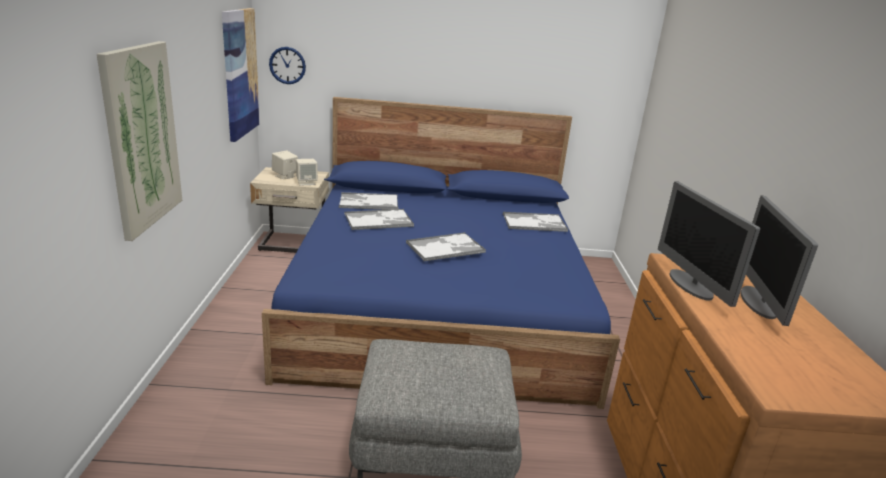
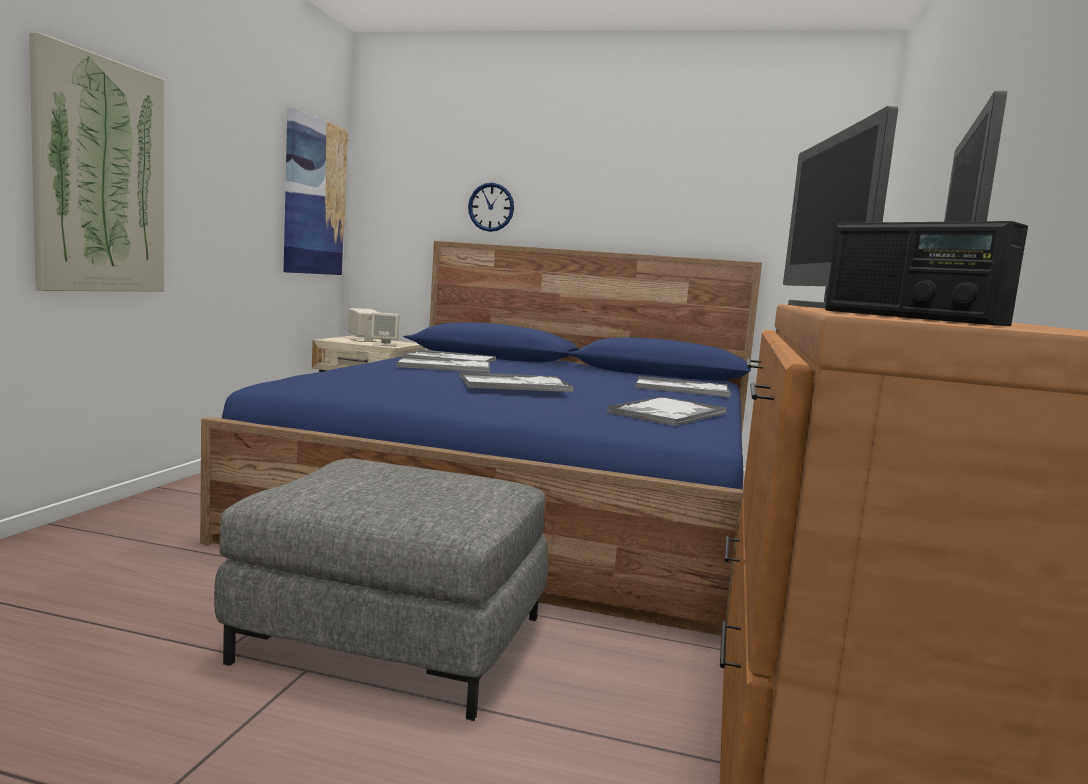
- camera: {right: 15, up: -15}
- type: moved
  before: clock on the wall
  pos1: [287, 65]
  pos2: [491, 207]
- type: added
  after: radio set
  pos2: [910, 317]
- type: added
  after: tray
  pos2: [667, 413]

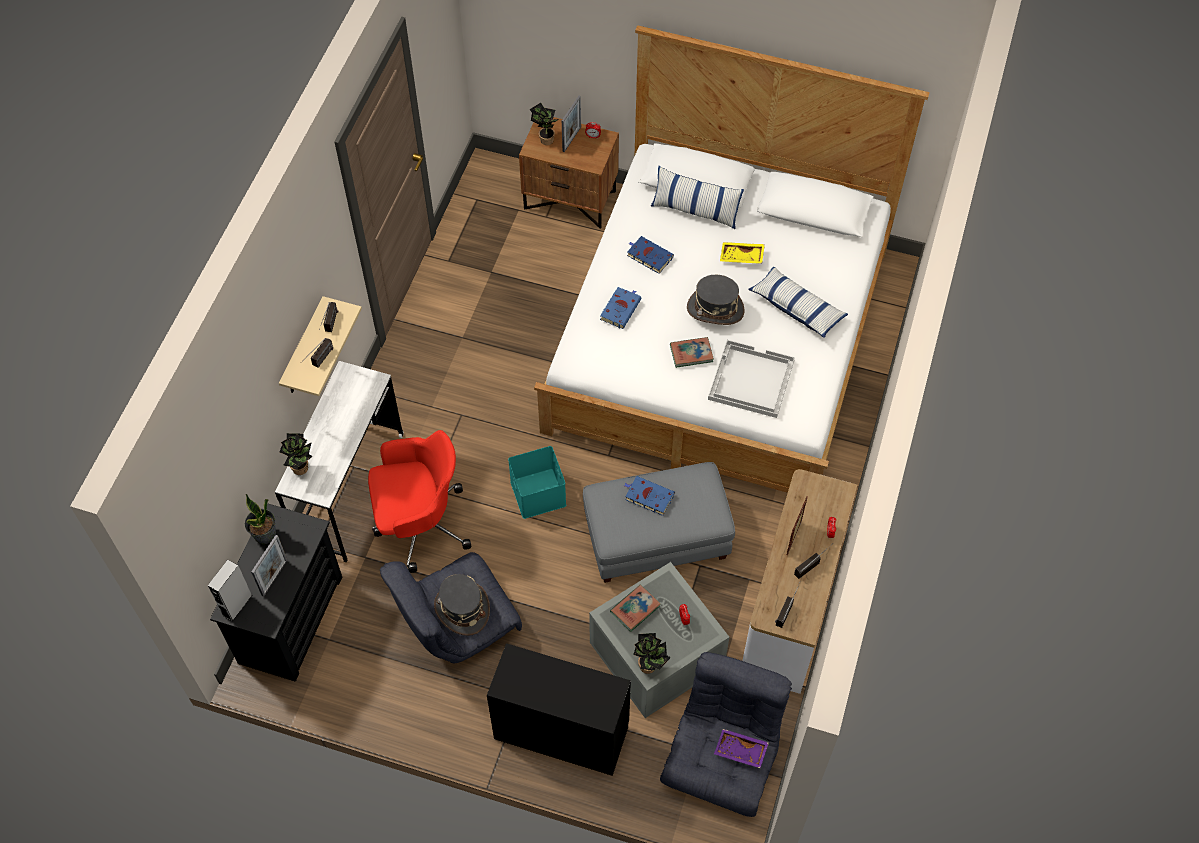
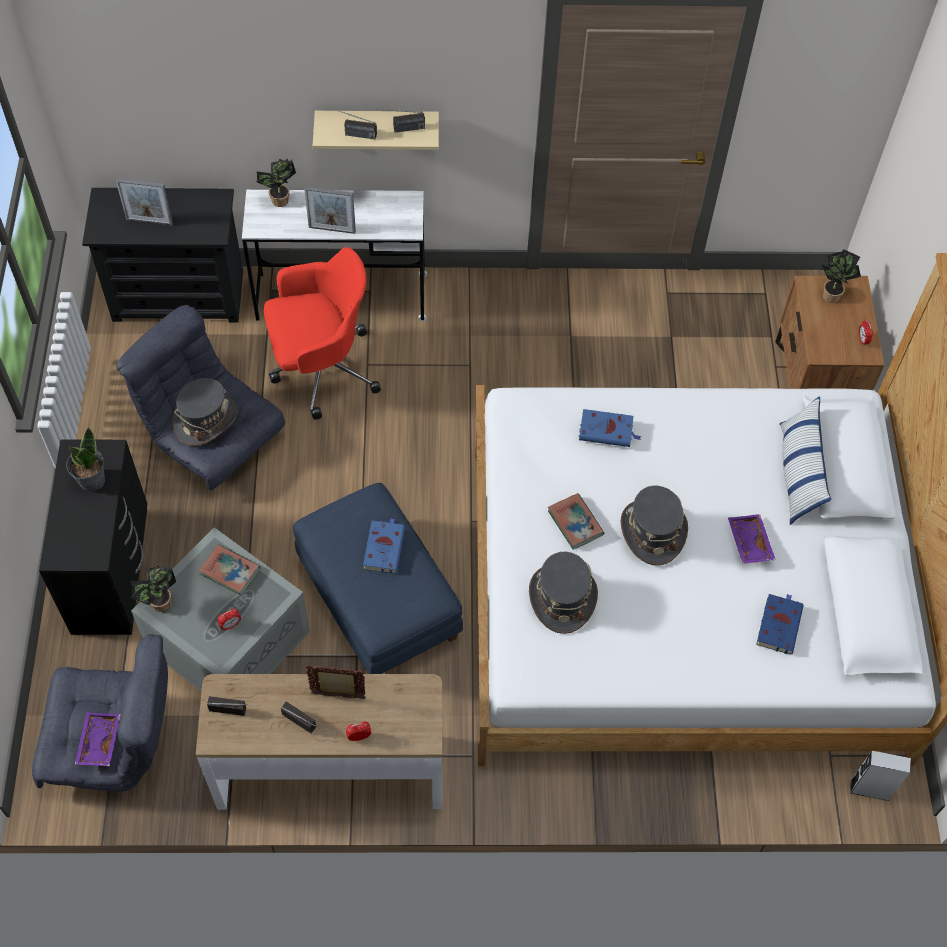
- camera: {right: 70, up: 0}
- type: moved
  before: photo frame
  pos1: [571, 139]
  pos2: [332, 229]
- type: moved
  before: bluish book
  pos1: [648, 256]
  pos2: [779, 624]
- type: recoloured
  before: yellow-coloured tray
  after: purple tray
  pos1: [741, 257]
  pos2: [748, 543]
- type: removed
  before: cushion
  pos1: [797, 308]
- type: replaced
  before: white-coloured tray
  after: grey clothing hat
  pos1: [750, 380]
  pos2: [561, 598]
- type: turned
  before: red-coloured desk chair
  pos1: [420, 524]
  pos2: [321, 369]
  turn: -75
- type: removed
  before: blue-green storage bin
  pos1: [536, 492]
- type: recoloured
  before: grey footrest
  after: bluish footrest
  pos1: [655, 537]
  pos2: [378, 599]
- type: moved
  before: potted plant
  pos1: [265, 535]
  pos2: [91, 480]
- type: moved
  before: grey loudspeaker
  pos1: [237, 605]
  pos2: [869, 789]

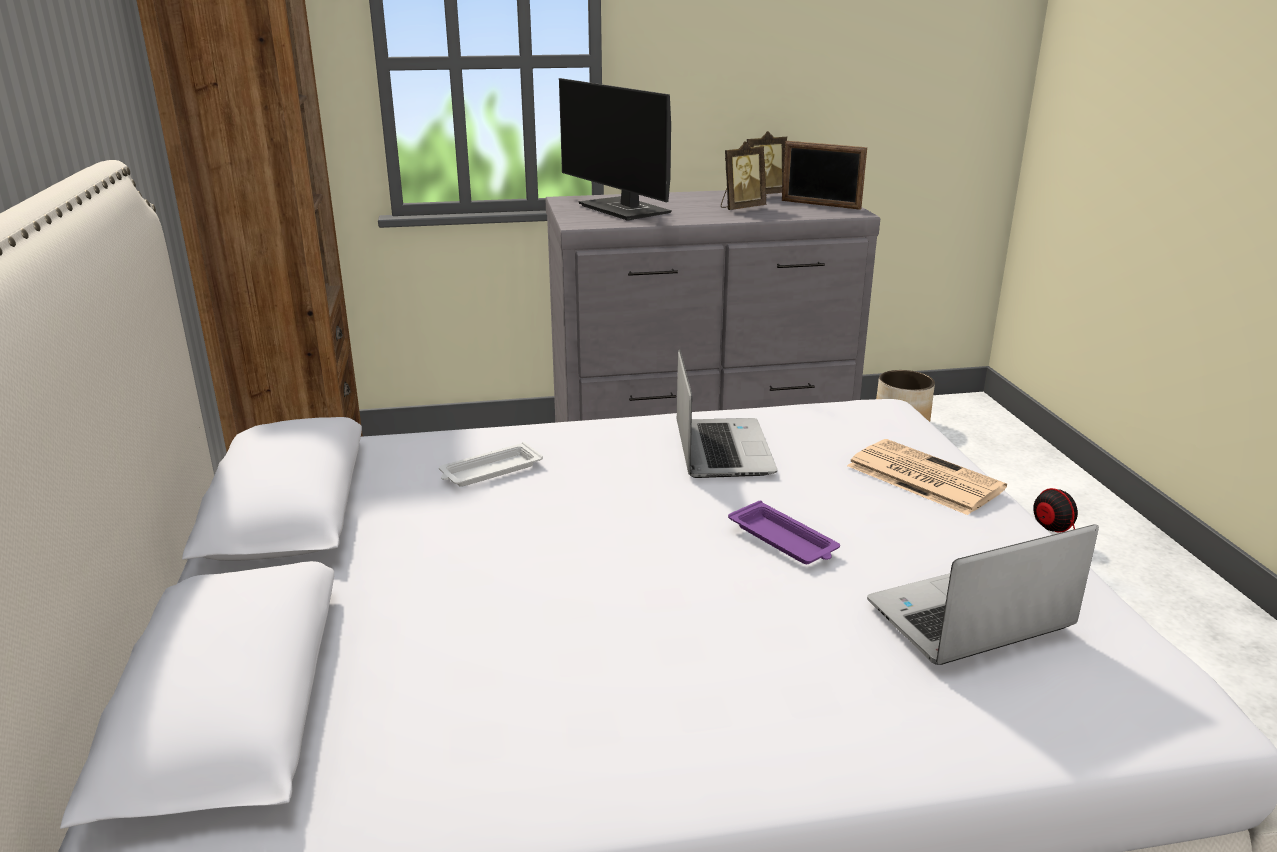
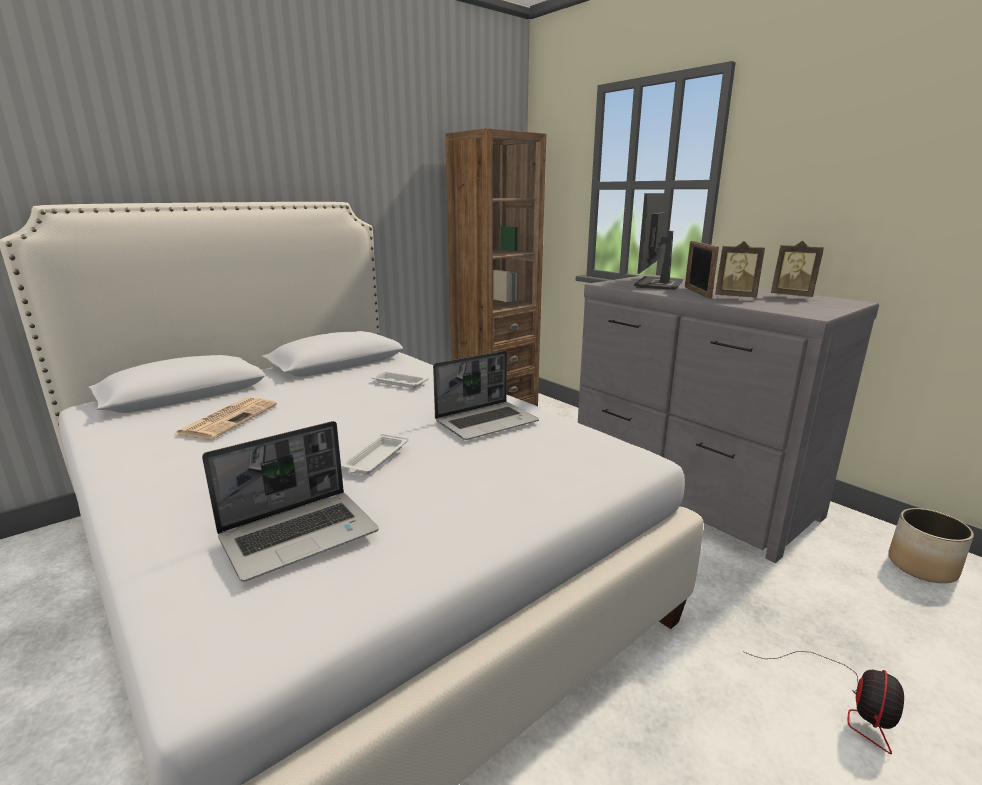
- camera: {right: 60, up: -5}
- type: moved
  before: photo frame
  pos1: [820, 204]
  pos2: [697, 292]
- type: moved
  before: daily paper
  pos1: [921, 477]
  pos2: [229, 418]
- type: recoloured
  before: purple tray
  after: white-coloured tray
  pos1: [784, 540]
  pos2: [375, 459]
- type: turned
  before: portable computer
  pos1: [968, 619]
  pos2: [300, 534]
  turn: 105

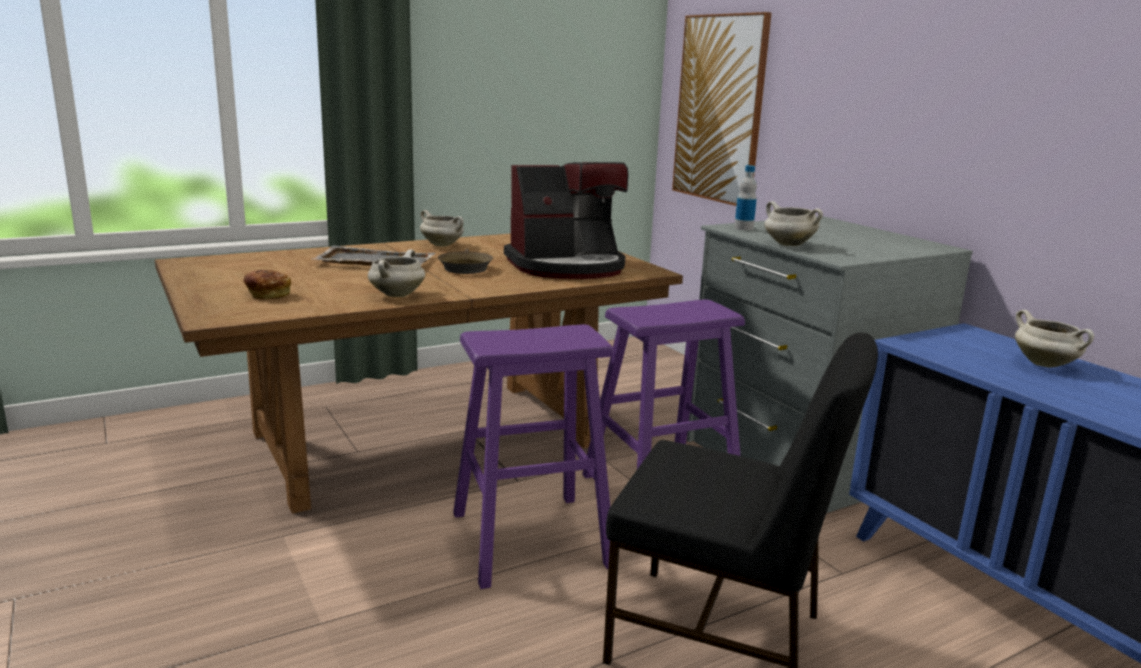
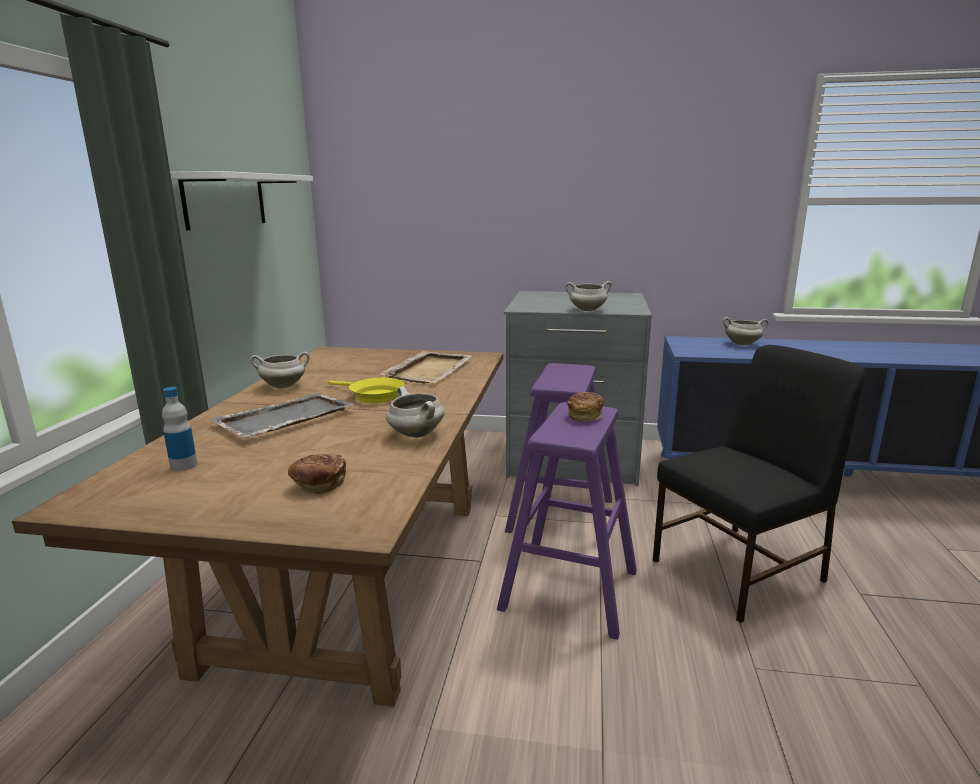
- camera: {right: -50, up: 0}
- type: removed
  before: wall art
  pos1: [720, 109]
- type: replaced
  before: coffee machine
  after: beige-coloured tray
  pos1: [567, 266]
  pos2: [429, 370]
- type: moved
  before: bottle
  pos1: [743, 228]
  pos2: [183, 465]
- type: recoloured
  before: brown-coloured pan
  after: yellow-coloured pan
  pos1: [465, 267]
  pos2: [373, 395]
- type: added
  after: white-coloured wall shelf
  pos2: [225, 200]
- type: added
  after: bakery bread
  pos2: [585, 415]

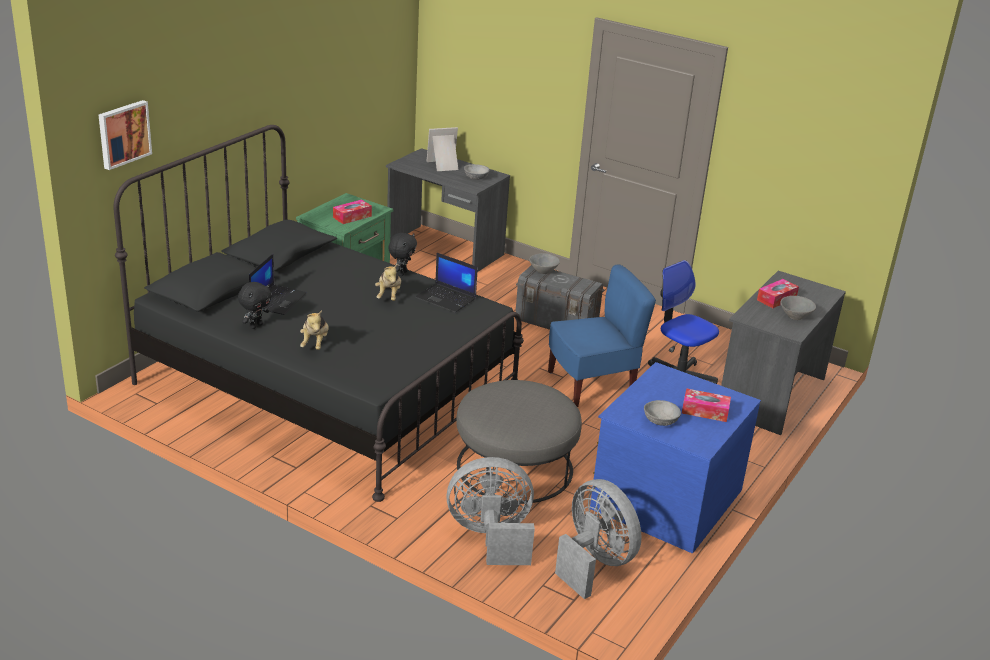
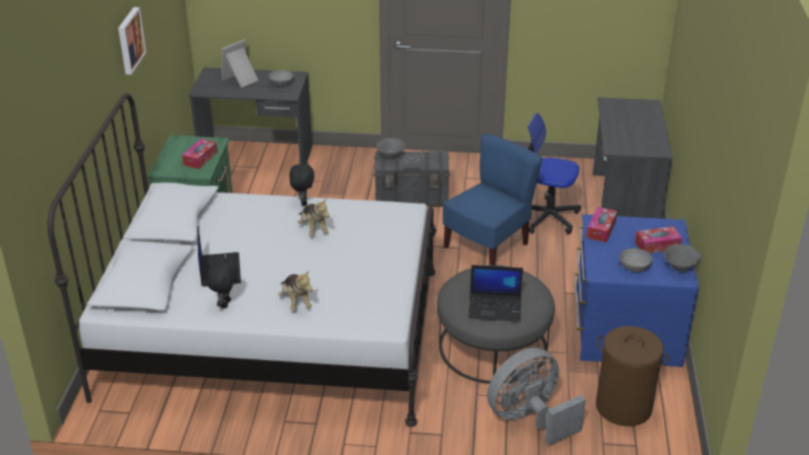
- camera: {right: -25, up: 5}
- type: moved
  before: wall art
  pos1: [123, 134]
  pos2: [129, 40]
- type: recoloured
  before: black-coloured bedroom bed
  after: white-coloured bedroom bed
  pos1: [327, 386]
  pos2: [271, 332]
- type: moved
  before: portable computer
  pos1: [446, 298]
  pos2: [495, 307]
- type: moved
  before: tissue box
  pos1: [776, 299]
  pos2: [601, 229]
- type: moved
  before: grey deep dish
  pos1: [795, 316]
  pos2: [679, 267]
- type: replaced
  before: grey fan
  after: brown-coloured washing basket
  pos1: [594, 563]
  pos2: [623, 407]

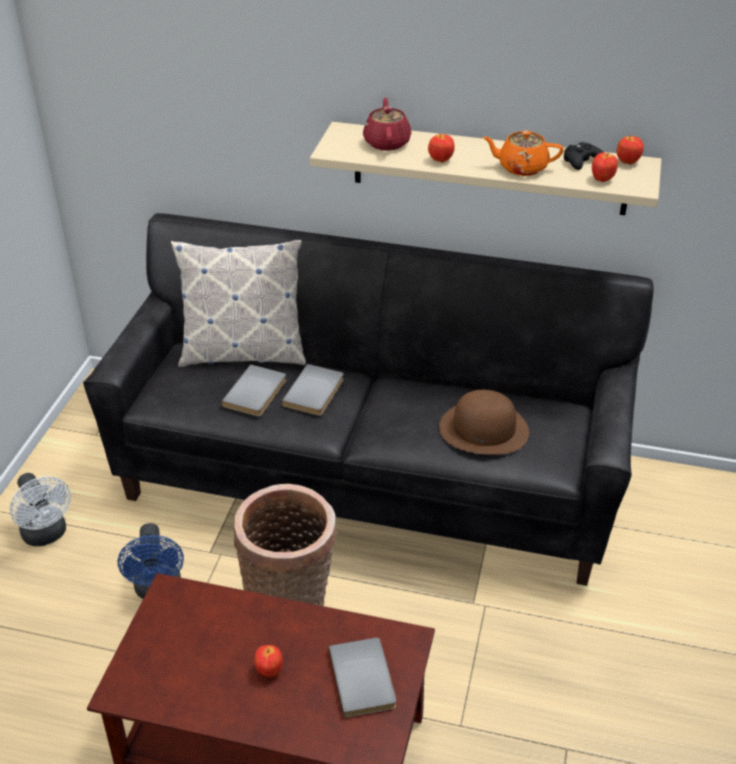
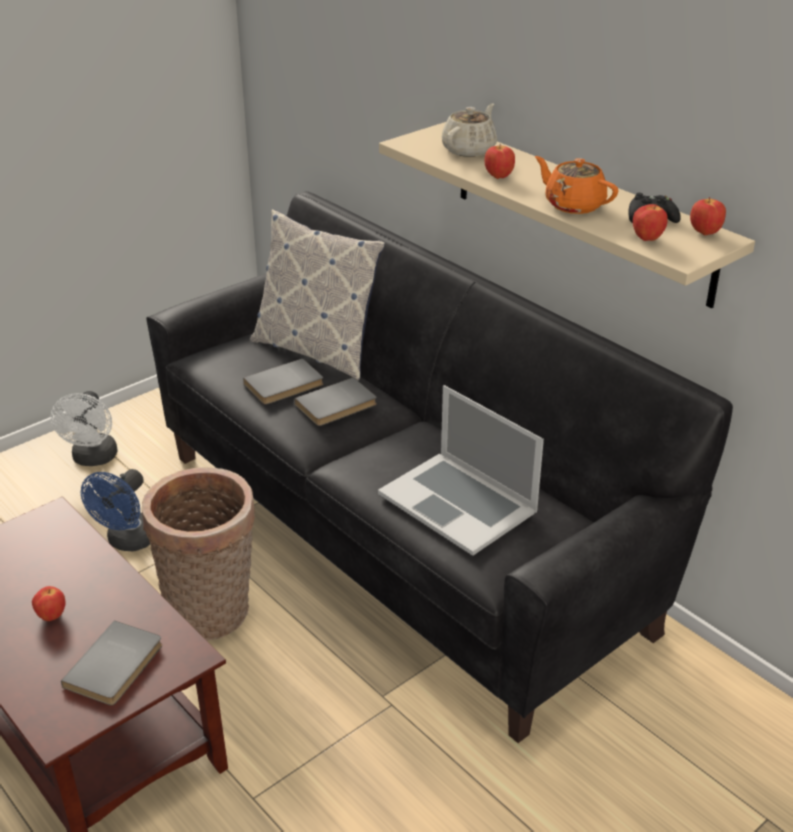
- camera: {right: 35, up: -5}
- type: recoloured
  before: red-coloured tea pot
  after: beige-coloured tea pot
  pos1: [387, 142]
  pos2: [469, 149]
- type: replaced
  before: brown-coloured clothing hat
  after: portable computer
  pos1: [484, 429]
  pos2: [458, 502]

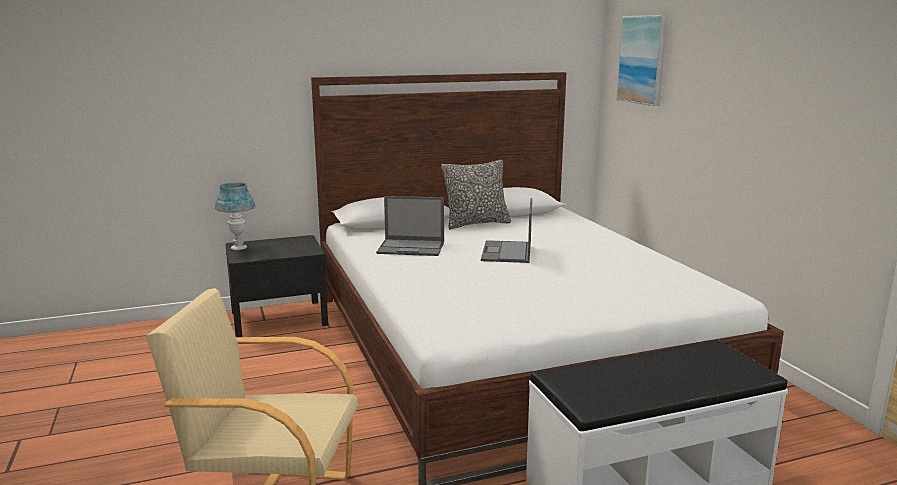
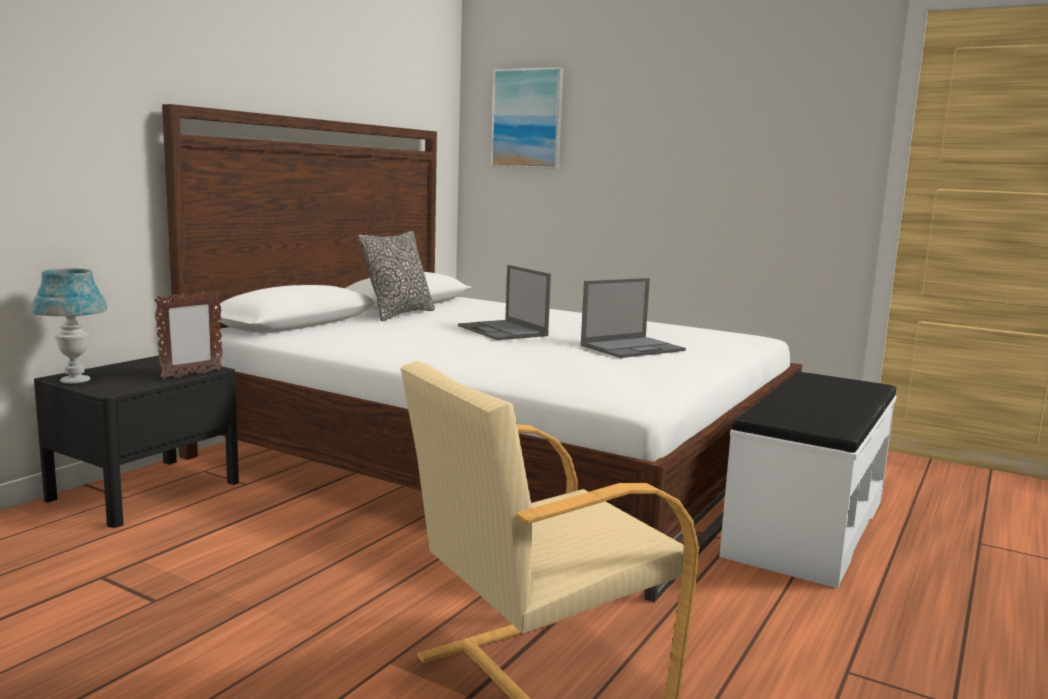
- camera: {right: -40, up: -5}
- type: moved
  before: portable computer
  pos1: [412, 248]
  pos2: [633, 348]
- type: added
  after: photo frame
  pos2: [191, 375]

